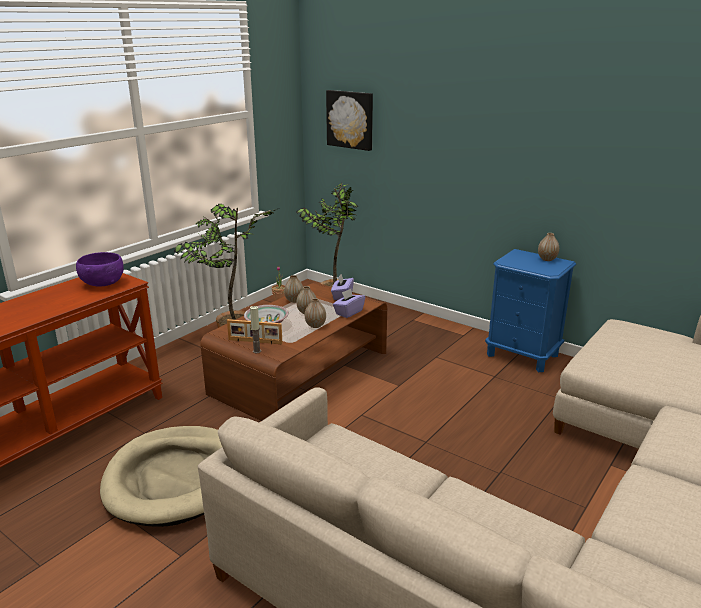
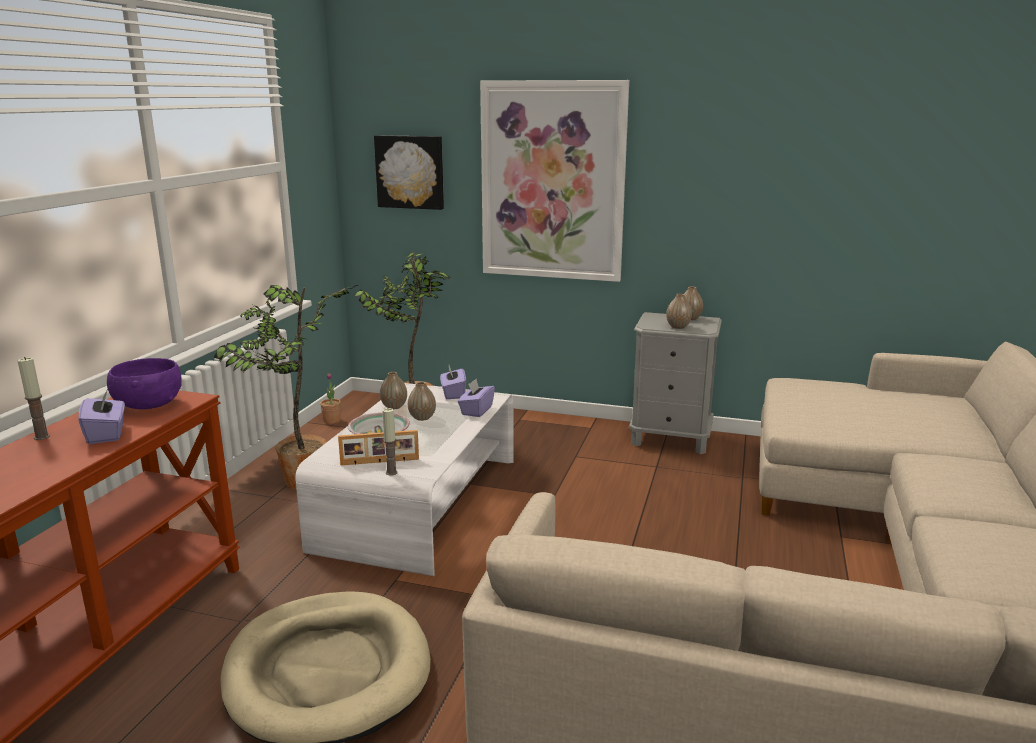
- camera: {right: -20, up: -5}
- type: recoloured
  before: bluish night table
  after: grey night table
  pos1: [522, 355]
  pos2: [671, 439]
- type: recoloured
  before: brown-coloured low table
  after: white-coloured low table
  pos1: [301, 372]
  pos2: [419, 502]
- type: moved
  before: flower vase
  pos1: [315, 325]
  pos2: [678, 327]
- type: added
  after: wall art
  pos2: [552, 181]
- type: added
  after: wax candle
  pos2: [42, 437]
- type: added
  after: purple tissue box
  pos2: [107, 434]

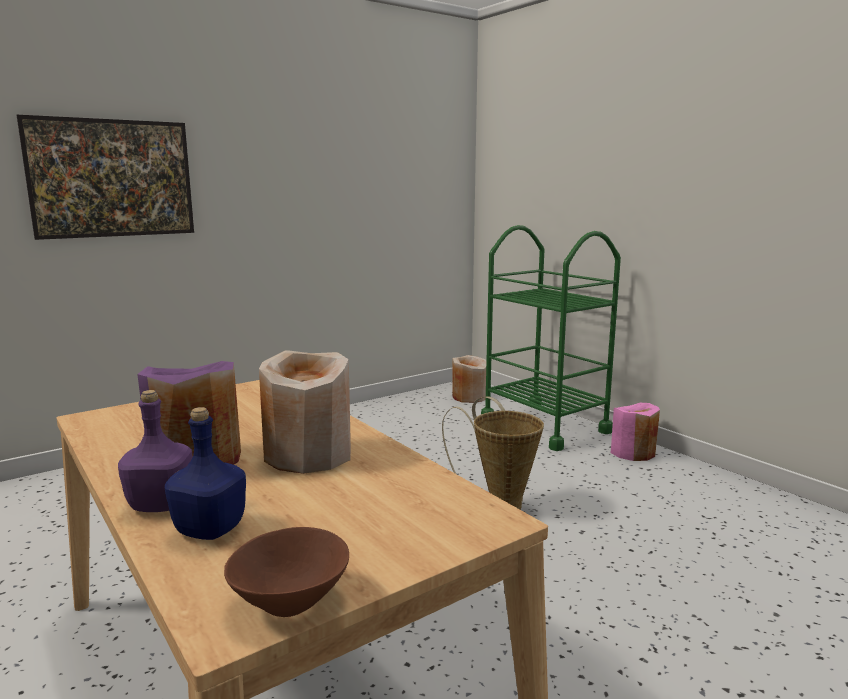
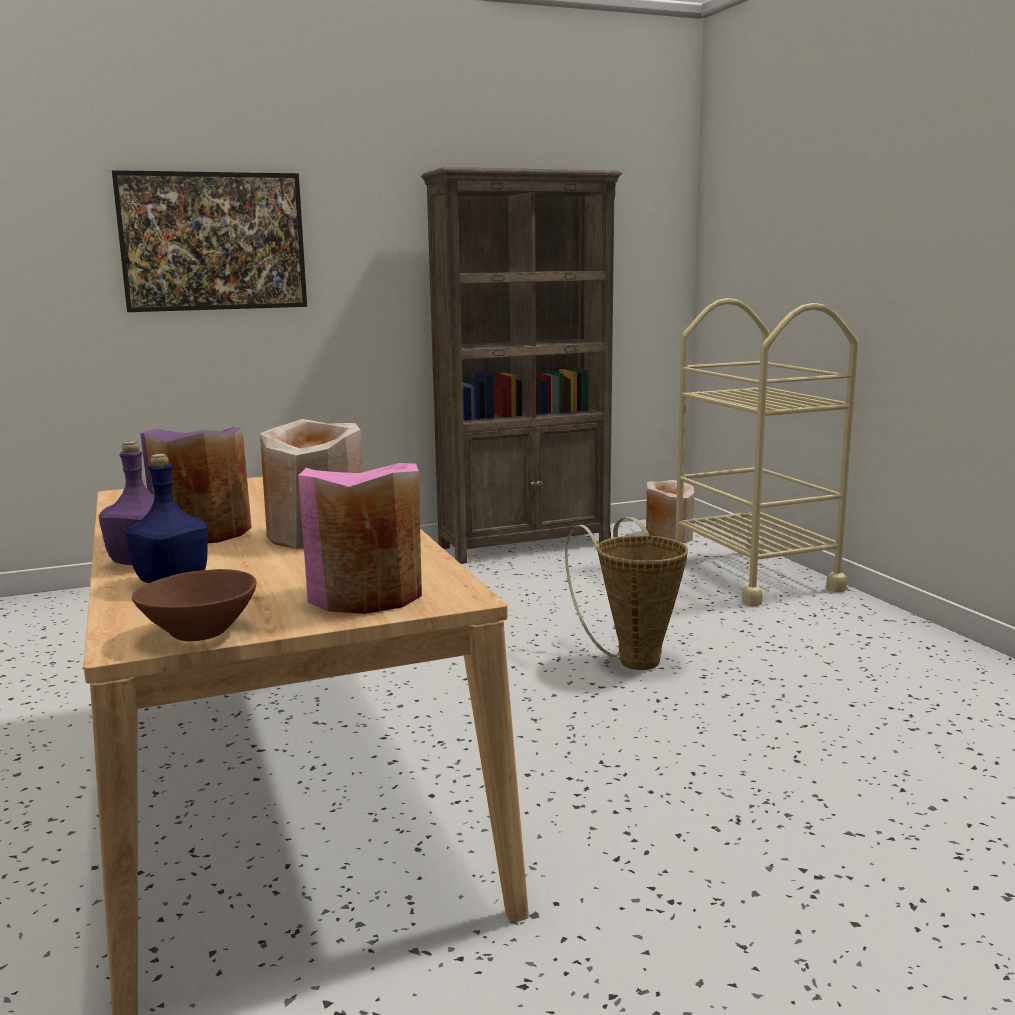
- camera: {right: 15, up: 0}
- type: recoloured
  before: greenish wheeled cart
  after: beige-coloured wheeled cart
  pos1: [545, 425]
  pos2: [753, 576]
- type: moved
  before: pink-coloured flower vase
  pos1: [633, 452]
  pos2: [365, 594]
- type: added
  after: brown-coloured shelving unit
  pos2: [525, 545]

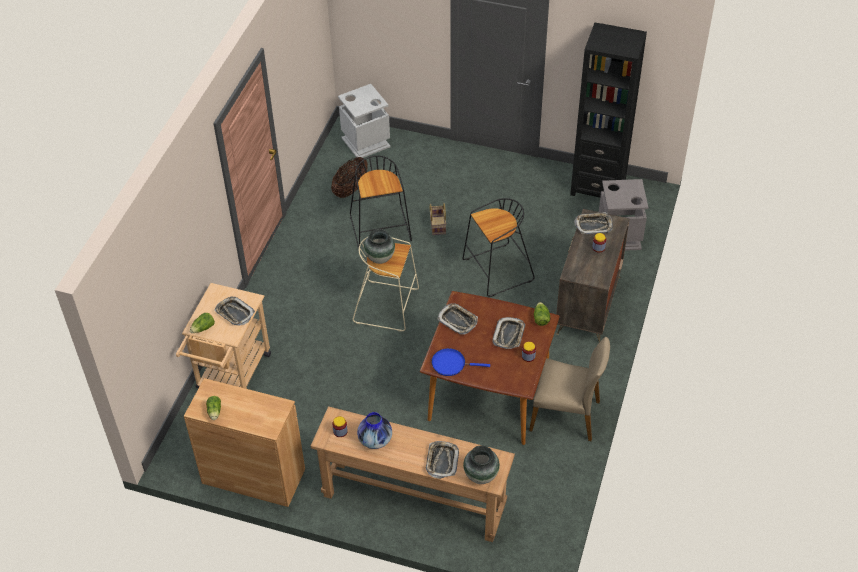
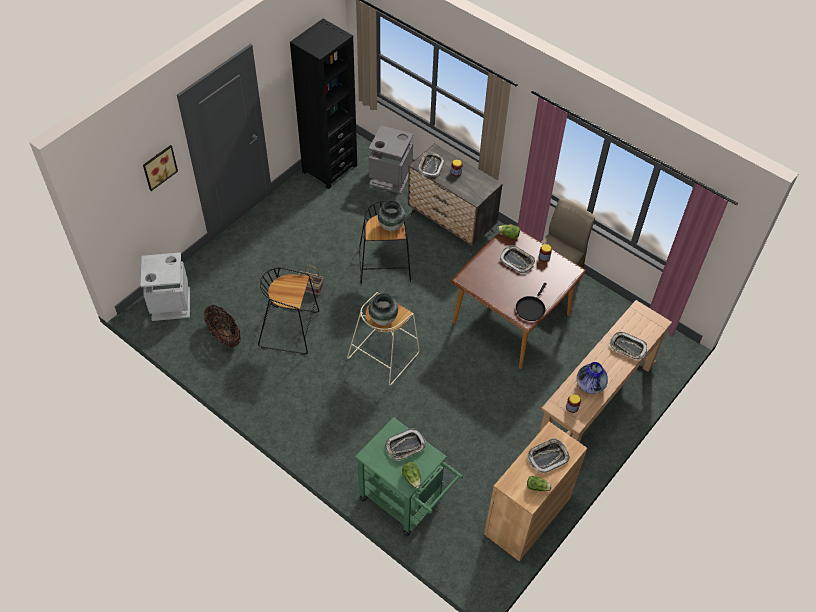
- camera: {right: -70, up: 5}
- type: recoloured
  before: beige-coloured wheeled cart
  after: greenish wheeled cart
  pos1: [231, 376]
  pos2: [406, 502]
- type: moved
  before: tray
  pos1: [458, 320]
  pos2: [548, 457]
- type: recoloured
  before: bluish pan
  after: black-coloured pan
  pos1: [451, 364]
  pos2: [531, 308]
- type: moved
  before: flower vase
  pos1: [481, 476]
  pos2: [391, 226]
- type: added
  after: wall art
  pos2: [158, 166]

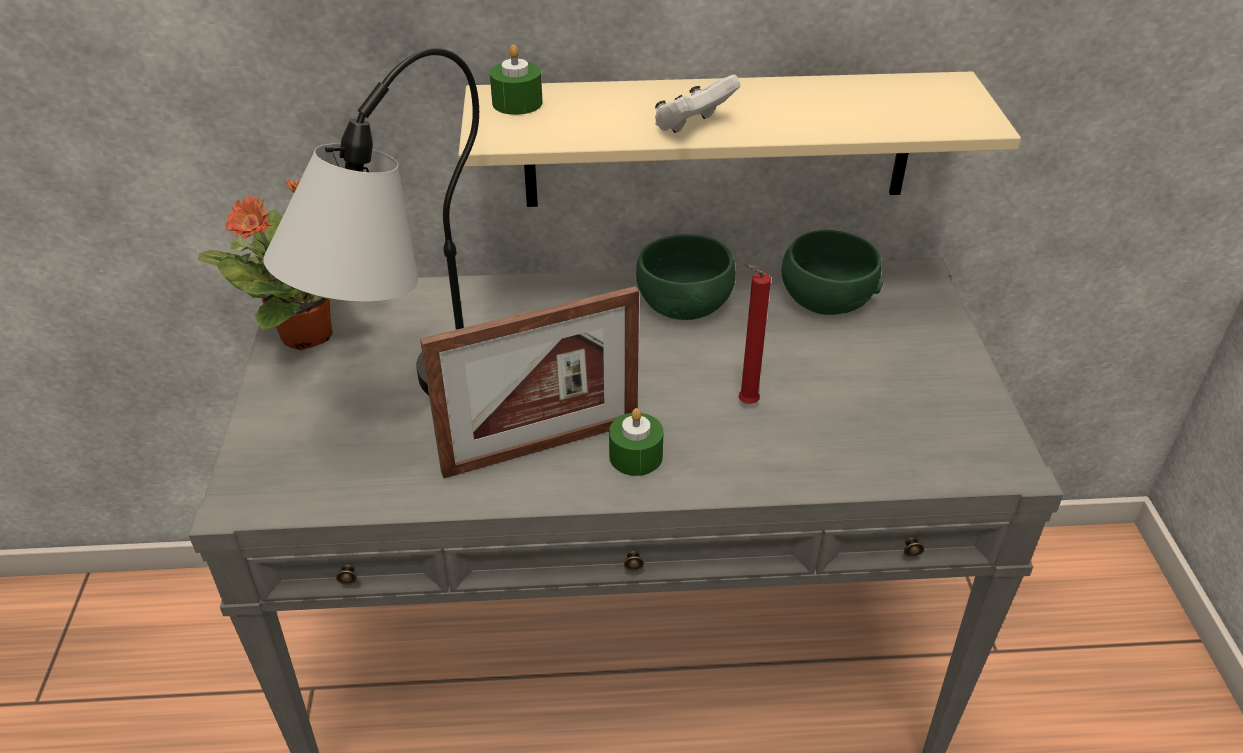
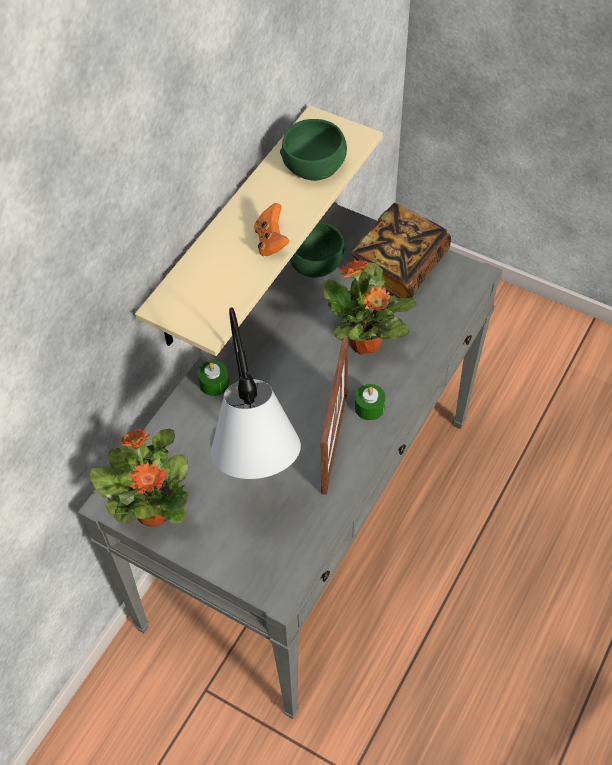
- camera: {right: -55, up: 15}
- type: moved
  before: greenish wax candle
  pos1: [517, 103]
  pos2: [214, 383]
- type: recoloured
  before: white-coloured joypad
  after: orange joypad
  pos1: [693, 126]
  pos2: [271, 242]
- type: moved
  before: greenish deep dish
  pos1: [685, 303]
  pos2: [314, 166]
- type: replaced
  before: red-coloured wax candle
  after: potted plant
  pos1: [744, 403]
  pos2: [366, 344]
- type: added
  after: book
  pos2: [398, 267]

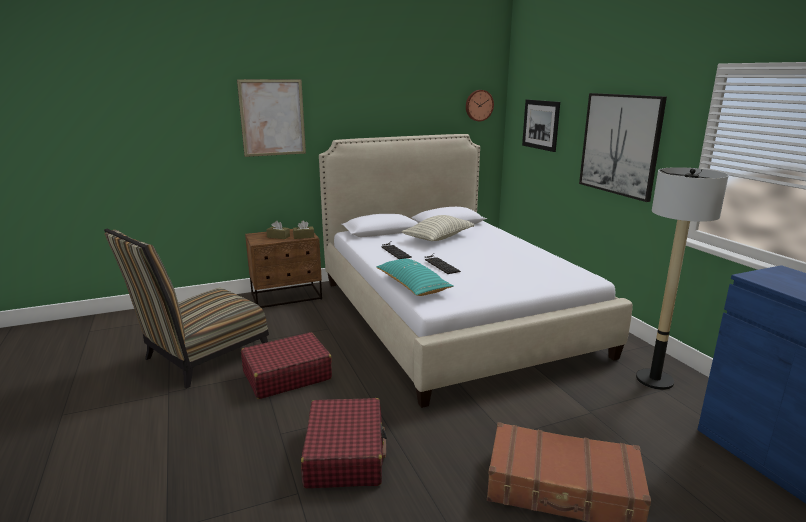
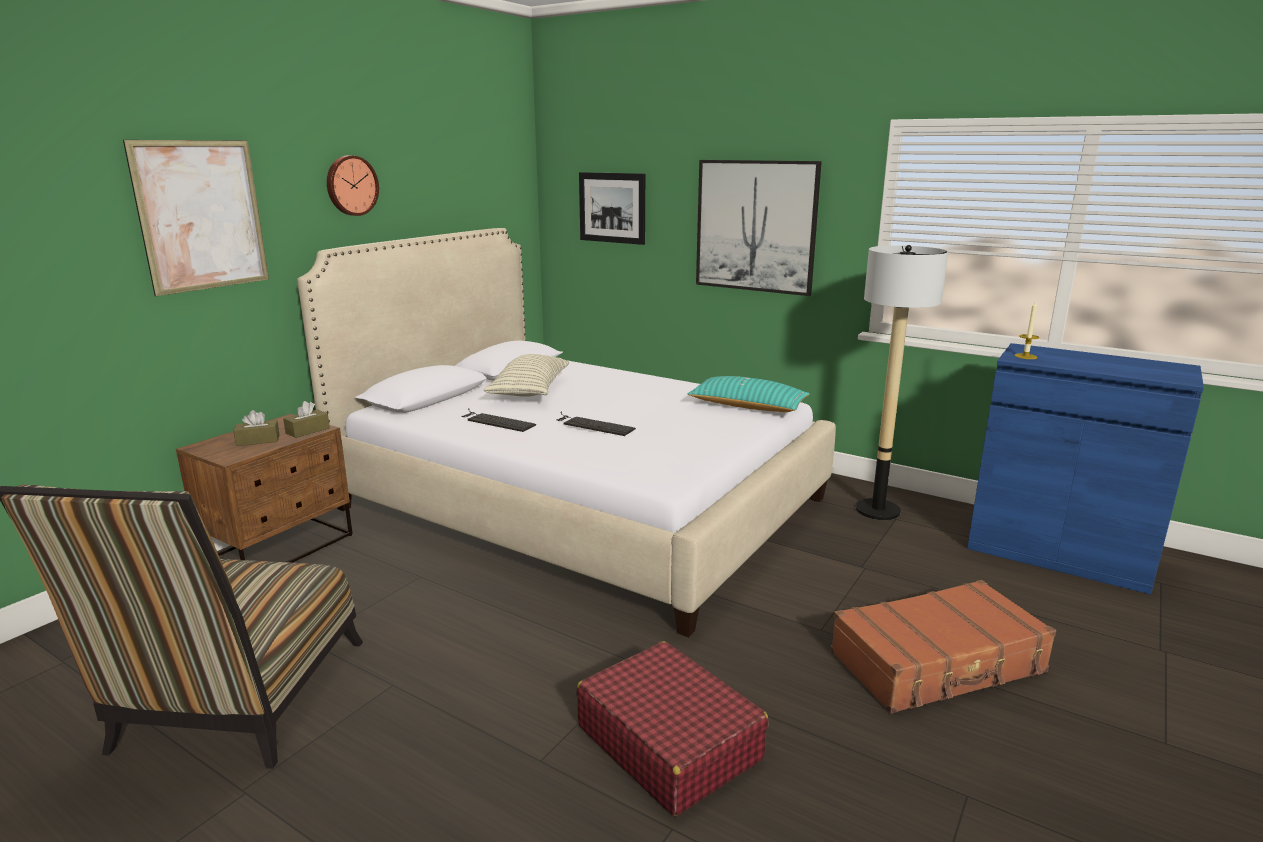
- camera: {right: -35, up: 0}
- type: moved
  before: clock on the wall
  pos1: [478, 105]
  pos2: [351, 185]
- type: moved
  before: blue-green cushion
  pos1: [412, 285]
  pos2: [747, 406]
- type: removed
  before: red-coloured travel case
  pos1: [286, 375]
- type: added
  after: wax candle
  pos2: [1025, 356]

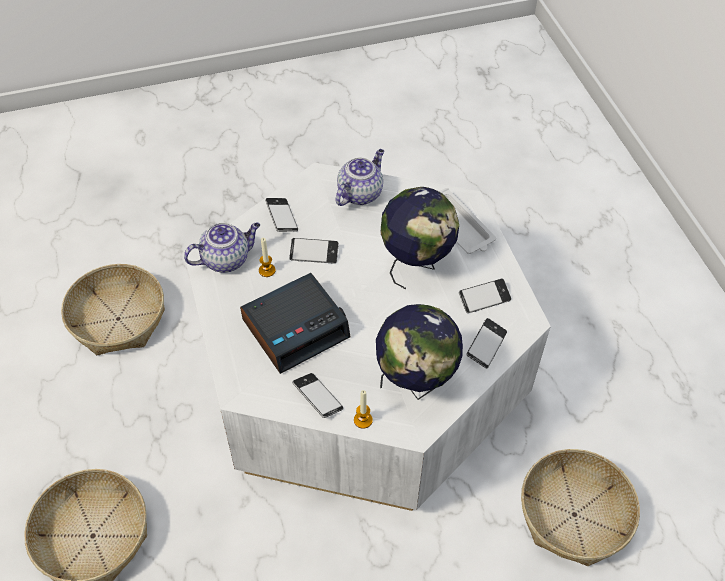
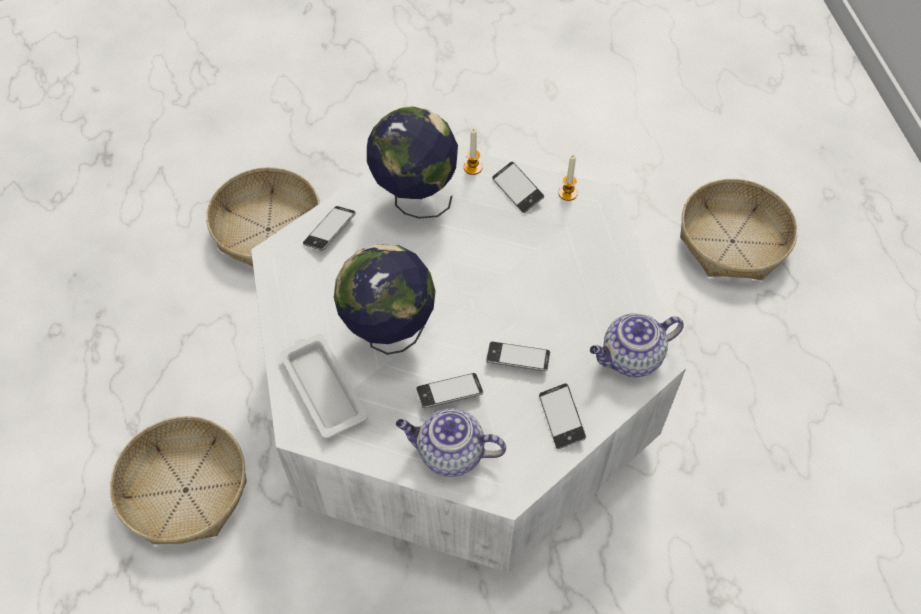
- camera: {right: -175, up: 5}
- type: turned
  before: tea pot
  pos1: [360, 193]
  pos2: [449, 453]
  turn: 60
- type: moved
  before: wax candle
  pos1: [267, 270]
  pos2: [567, 193]
- type: moved
  before: household basket
  pos1: [118, 319]
  pos2: [185, 490]
- type: removed
  before: alarm clock
  pos1: [296, 328]
- type: moved
  before: telephone
  pos1: [484, 298]
  pos2: [449, 393]

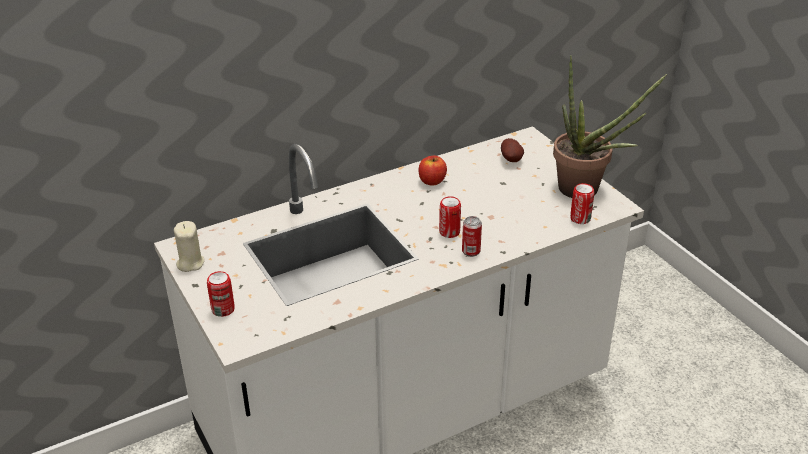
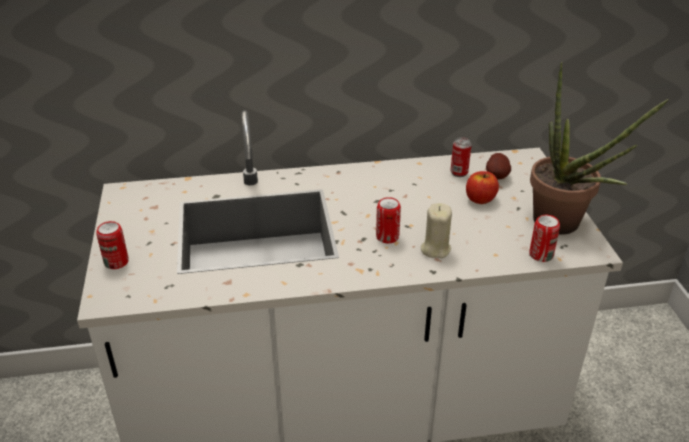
- camera: {right: 20, up: 0}
- type: moved
  before: apple fruit
  pos1: [432, 181]
  pos2: [480, 199]
- type: moved
  before: sealed can
  pos1: [471, 251]
  pos2: [459, 173]
- type: moved
  before: beige-coloured wax candle
  pos1: [190, 263]
  pos2: [435, 249]

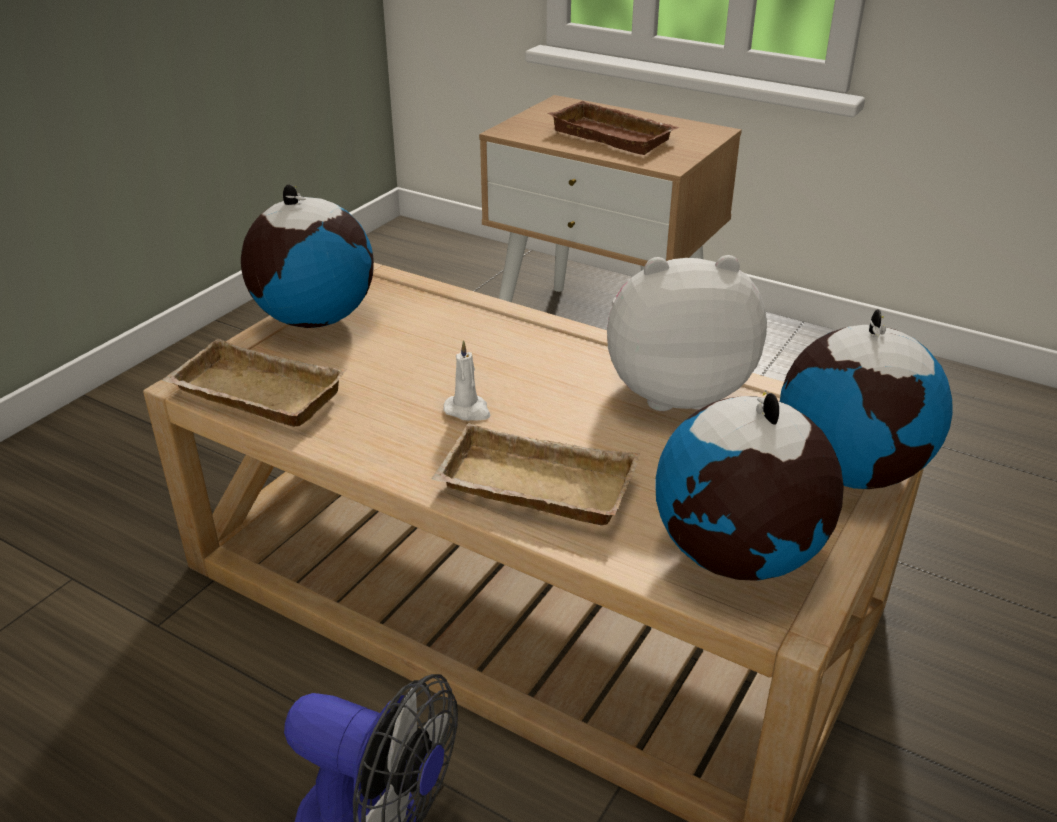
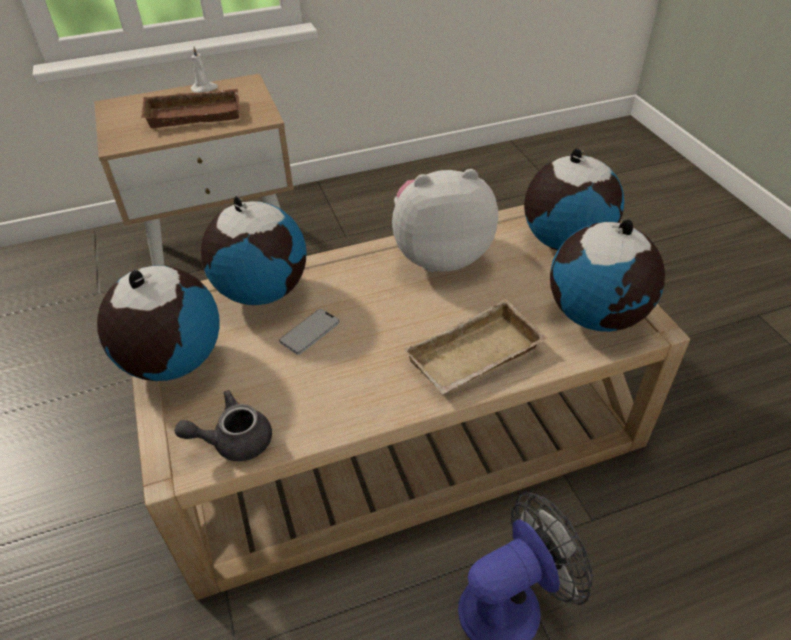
- camera: {right: -50, up: 10}
- type: turned
  before: soft toy
  pos1: [674, 391]
  pos2: [440, 255]
  turn: 45
- type: replaced
  before: beige-coloured tray
  after: grey tea pot
  pos1: [253, 395]
  pos2: [234, 441]
- type: moved
  before: white-coloured wax candle
  pos1: [468, 410]
  pos2: [204, 88]
- type: added
  after: globe
  pos2: [262, 291]
- type: added
  after: telephone
  pos2: [310, 332]

